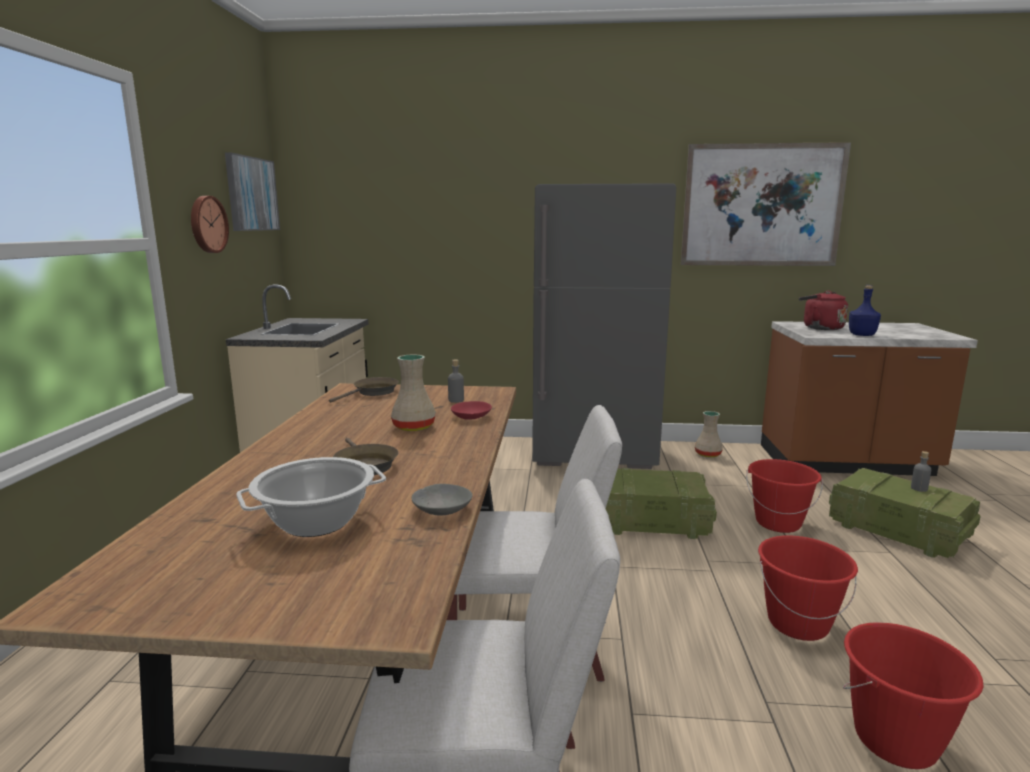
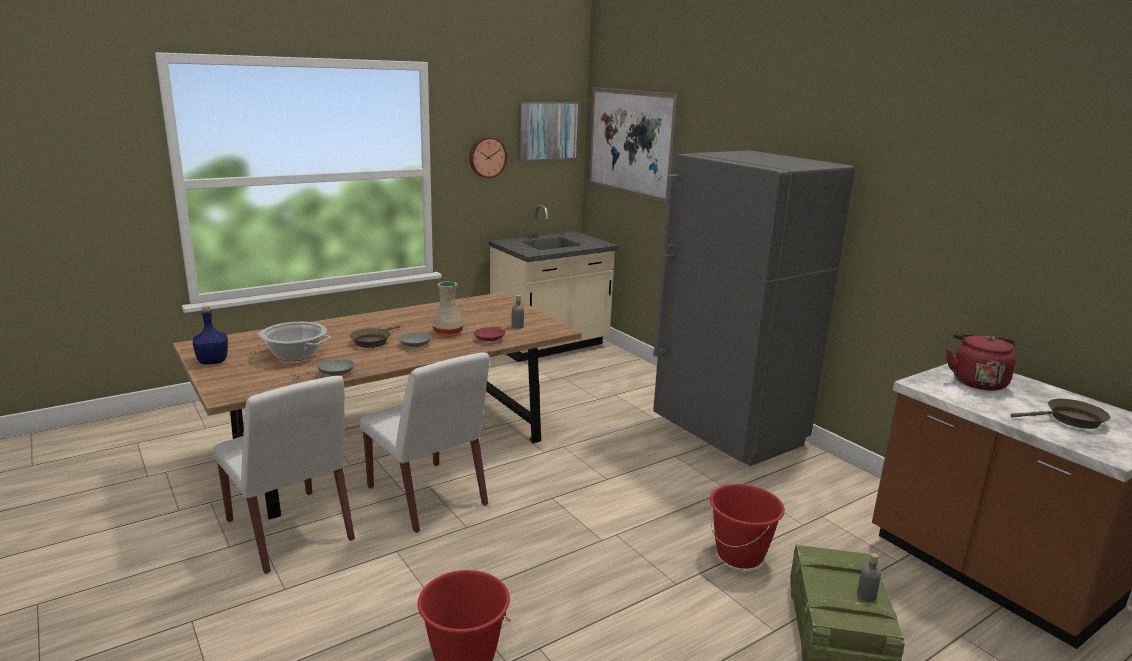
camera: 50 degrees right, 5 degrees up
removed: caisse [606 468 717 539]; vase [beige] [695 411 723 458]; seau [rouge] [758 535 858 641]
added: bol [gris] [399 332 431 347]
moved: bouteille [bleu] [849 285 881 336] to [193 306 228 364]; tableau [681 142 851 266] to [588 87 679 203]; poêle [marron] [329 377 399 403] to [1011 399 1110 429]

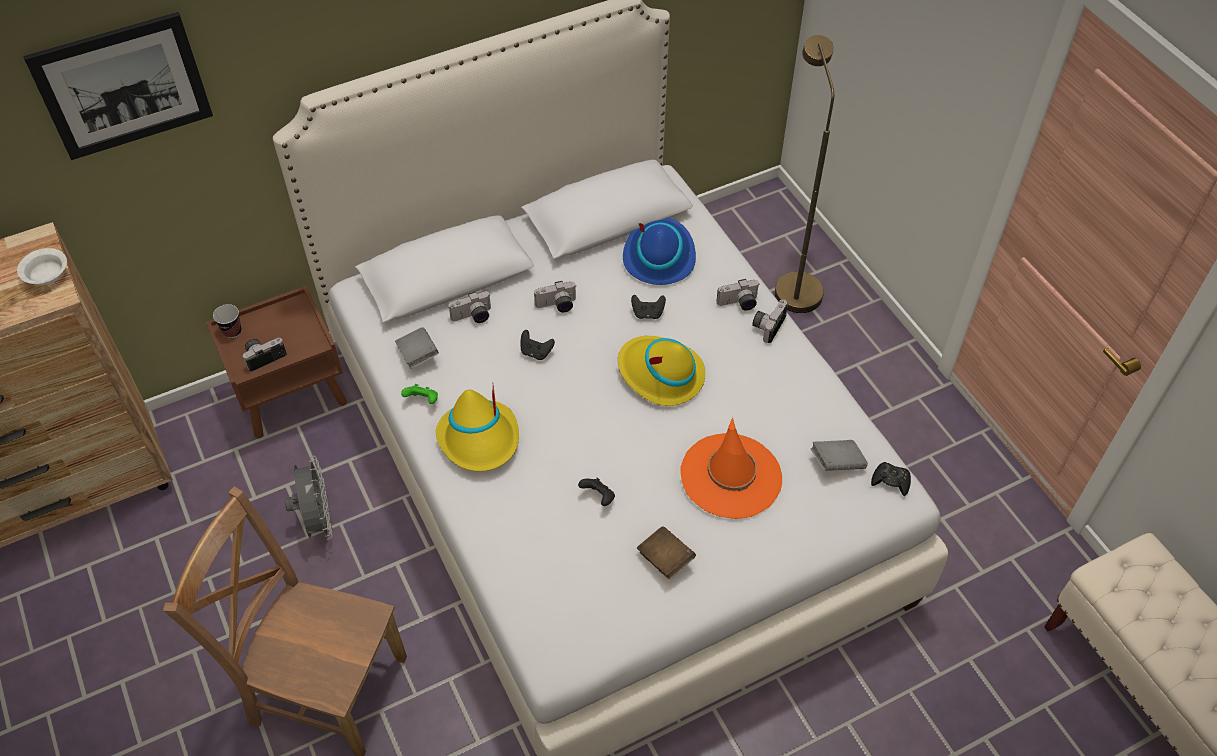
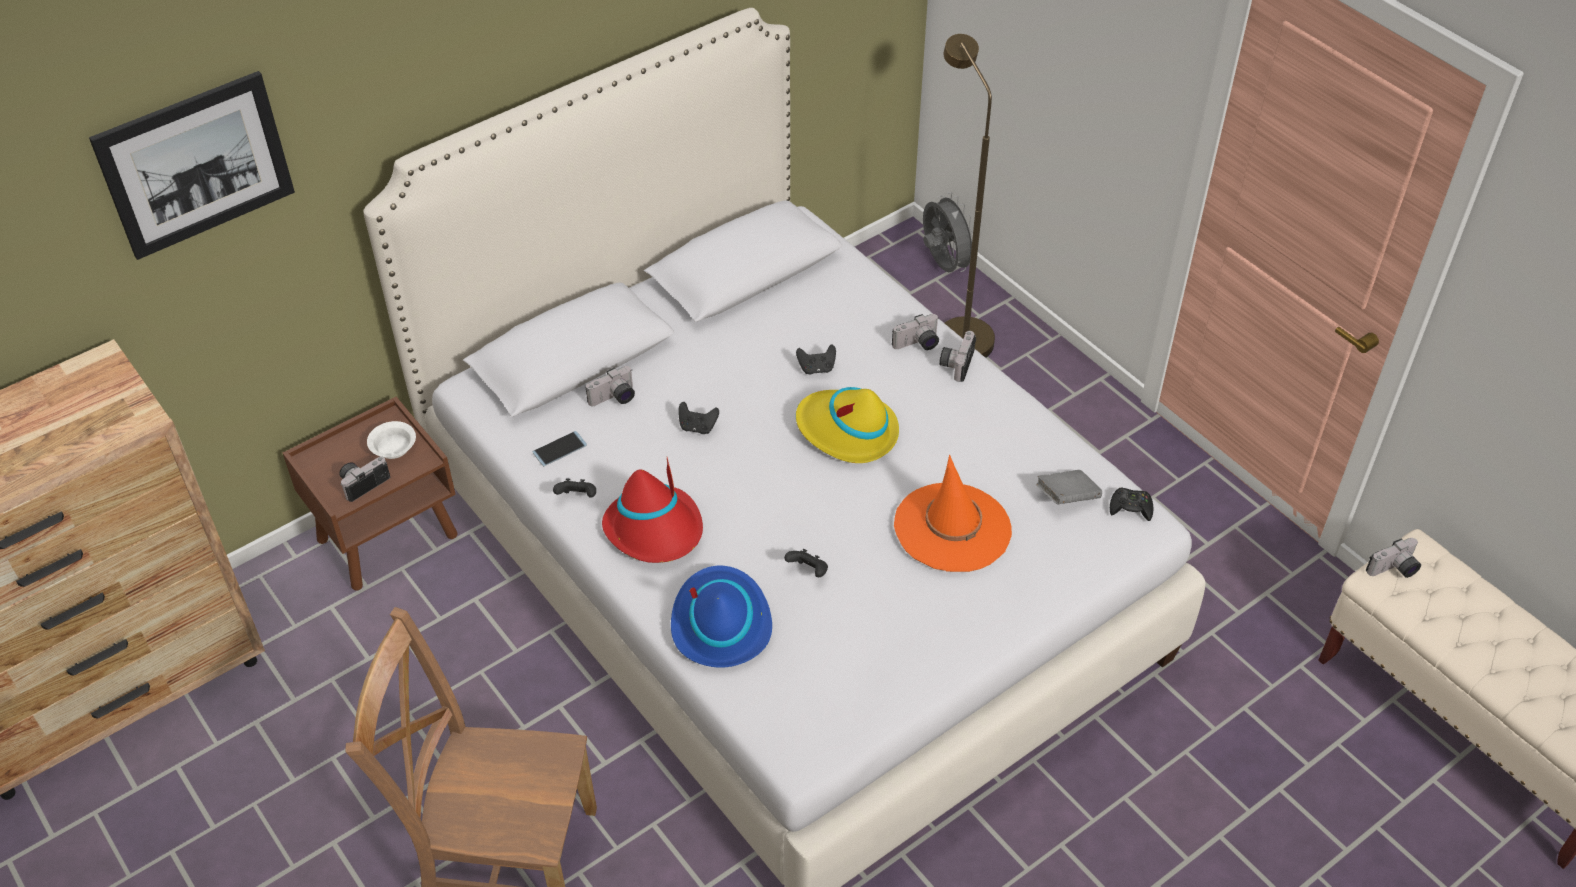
camera: 10 degrees left, 5 degrees down
removed: tasse [213 304 242 338]; livre [marron] [637 526 696 580]
moved: bol [blanc] [17 248 67 286] to [367 421 416 459]; chapeau [bleu] [623 217 696 285] to [671 566 772 668]; ventilateur [gris] [284 456 333 540] to [923 192 979 272]; appareil photo [534 281 576 312] to [1366 538 1421 578]
replaced: livre [gris] [395 328 439 369] to téléphone [533 431 587 467]
recoloured: manette [vert] [401 384 438 404] to manette [noir] [553 478 596 498]; chapeau [jaune] [436 385 519 471] to chapeau [rouge] [602 457 703 563]

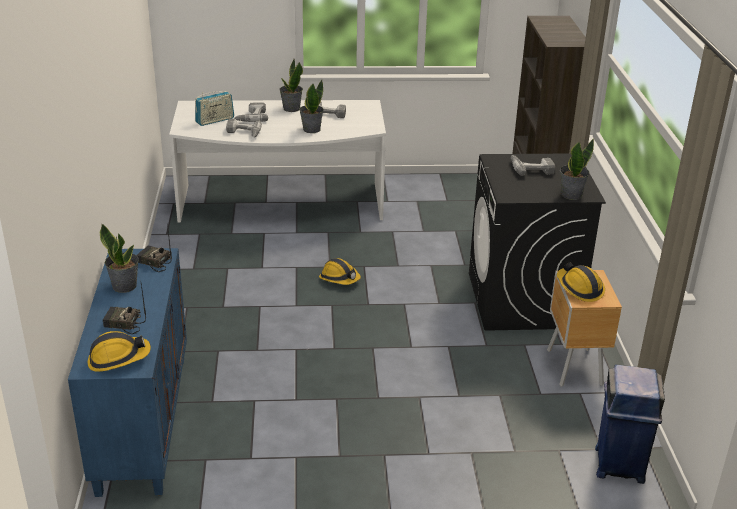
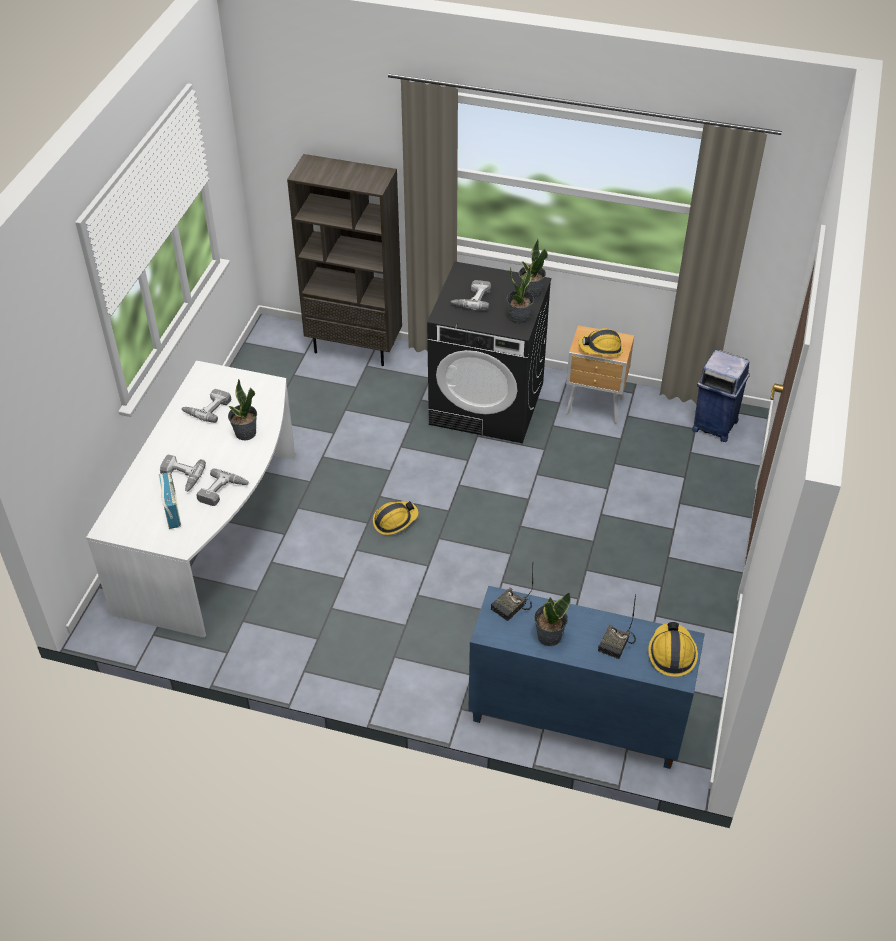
camera: 70 degrees left, 15 degrees up
moved: plante en pot [279 59 303 112] to [507 265 534 324]

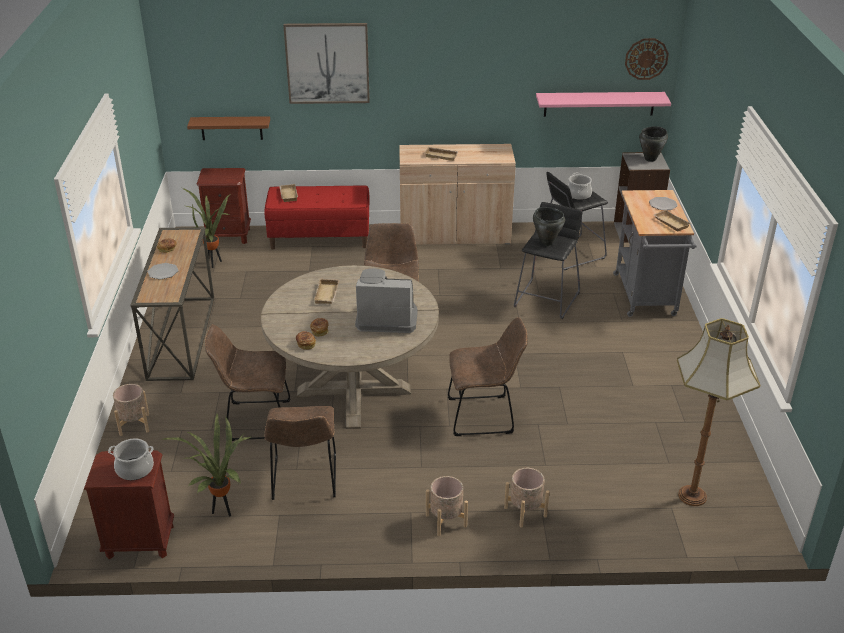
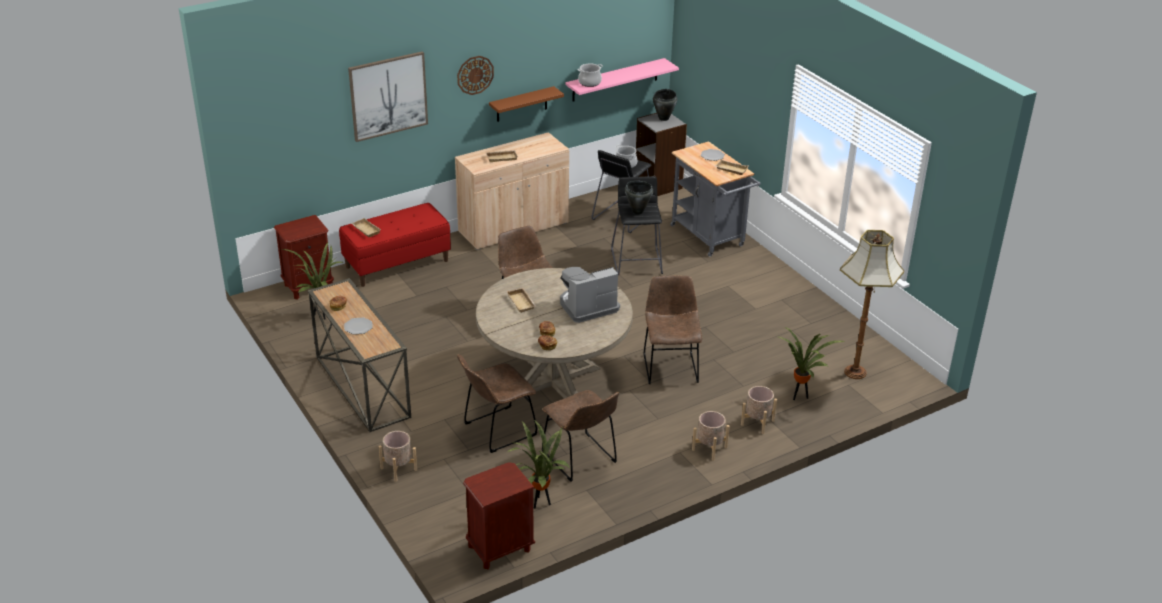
camera: 30 degrees left, 0 degrees up
added: plante en pot [776 327 846 400]
moved: horloge murale [625 38 669 80] to [457 56 494 95]; étagère [marron] [187 116 270 140] to [489 86 564 122]; marmite [108 438 154 480] to [578 64 603 87]
turned: chaise [marron] [448 317 528 436] = [643 275 702 384] 60 degrees counterclockwise

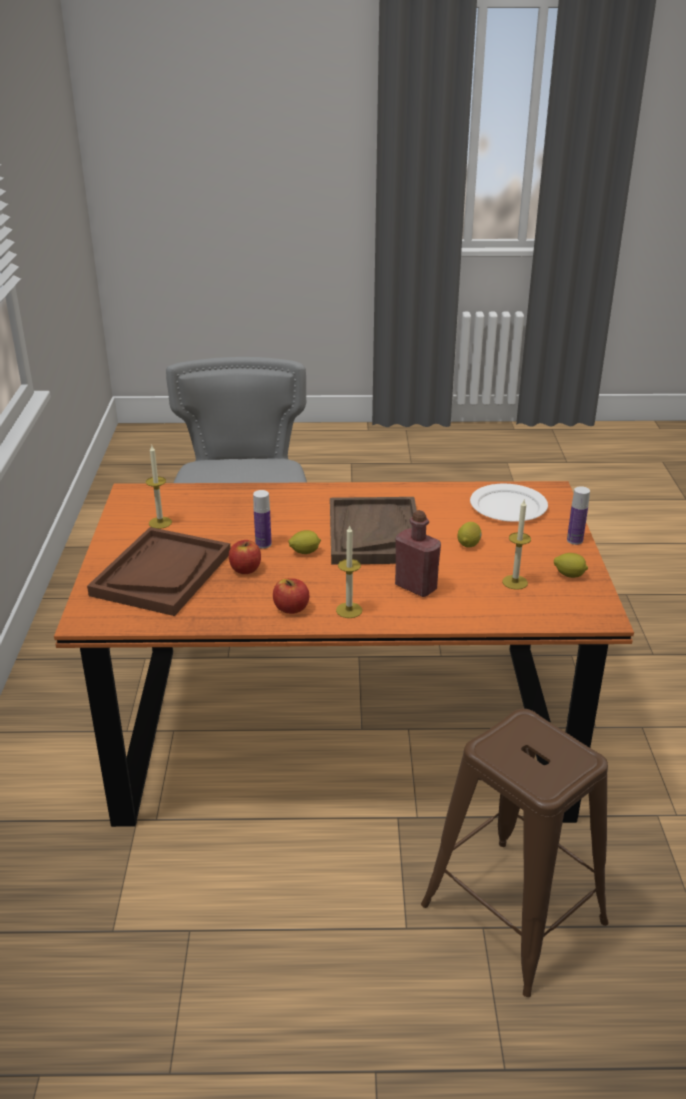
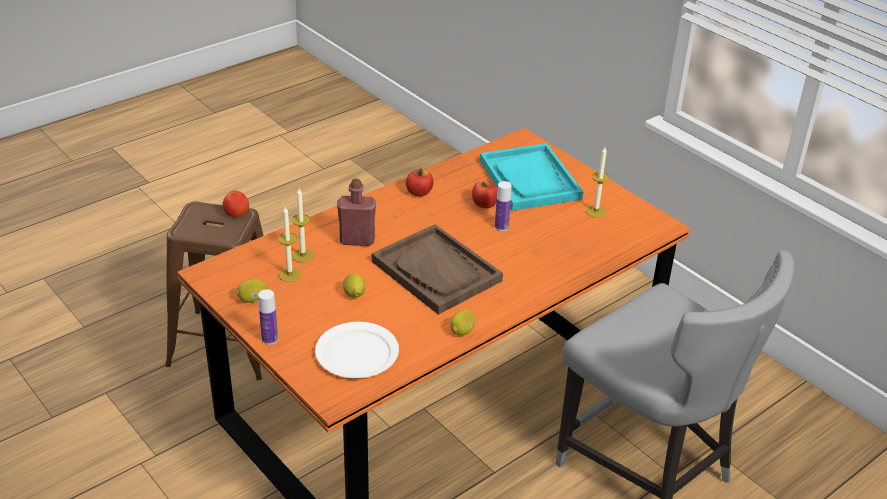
camera: 140 degrees right, 5 degrees up
added: pomme [223 191 249 218]
moved: bougie [336 525 362 618] to [291 189 314 263]; citron [288 530 321 554] to [450 310 475 336]
recoloured: plateau [marron] [87 527 230 616] to plateau [turquoise] [480 143 583 211]

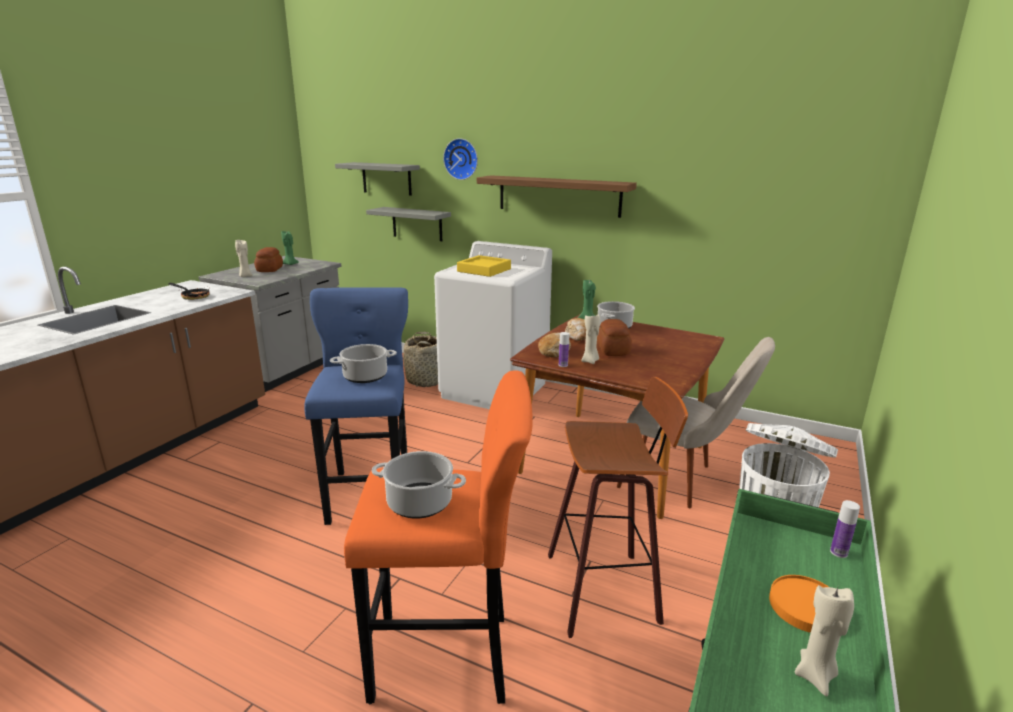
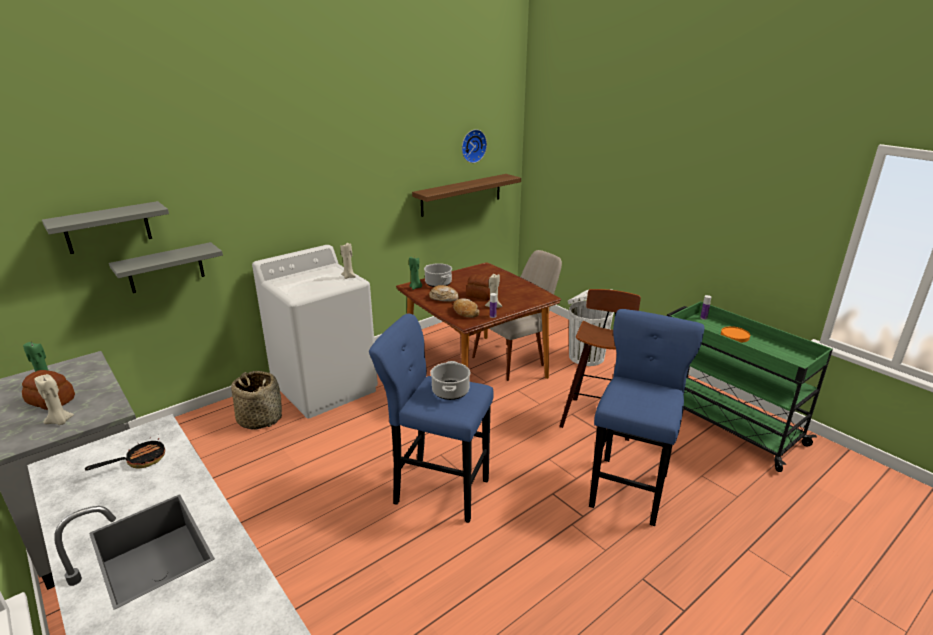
camera: 65 degrees left, 5 degrees up
removed: marmite [372 451 466 519]; plateau [jaune] [457 255 511 277]
moved: bougie [beige] [795 585 854 696] to [340 242 356 279]; étagère [477 175 637 218] to [412 174 521 217]; horloge murale [443 138 478 180] to [462 129 487 163]
recoloured: tabouret [orange] [344 371 533 704] to tabouret [bleu] [589 309 705 526]

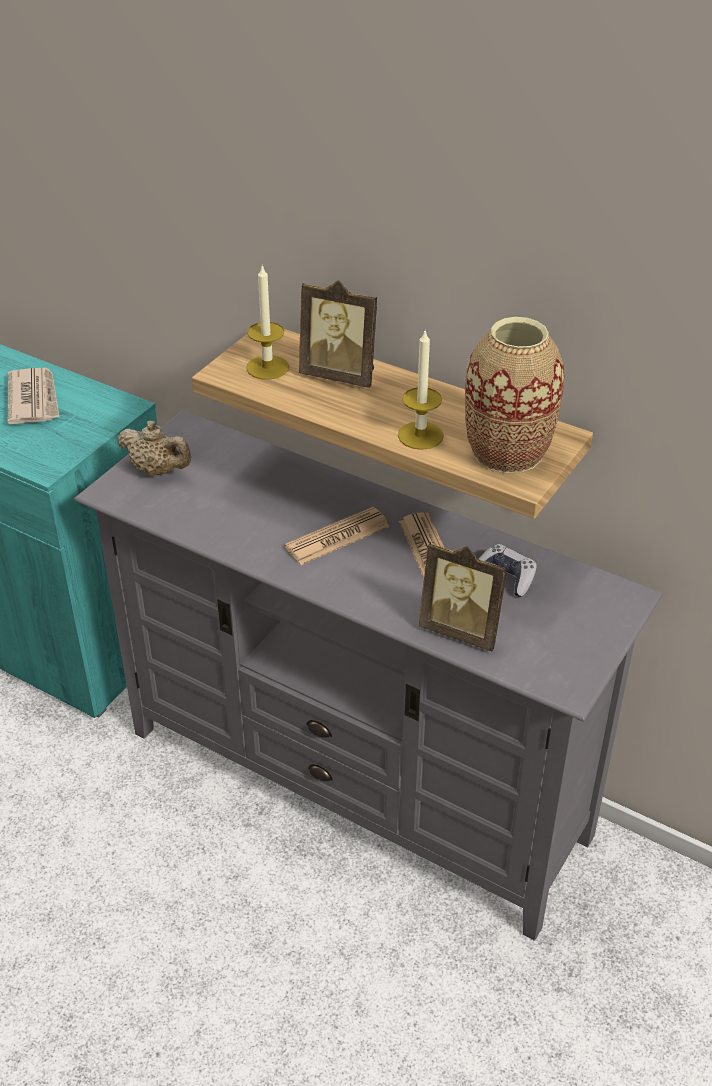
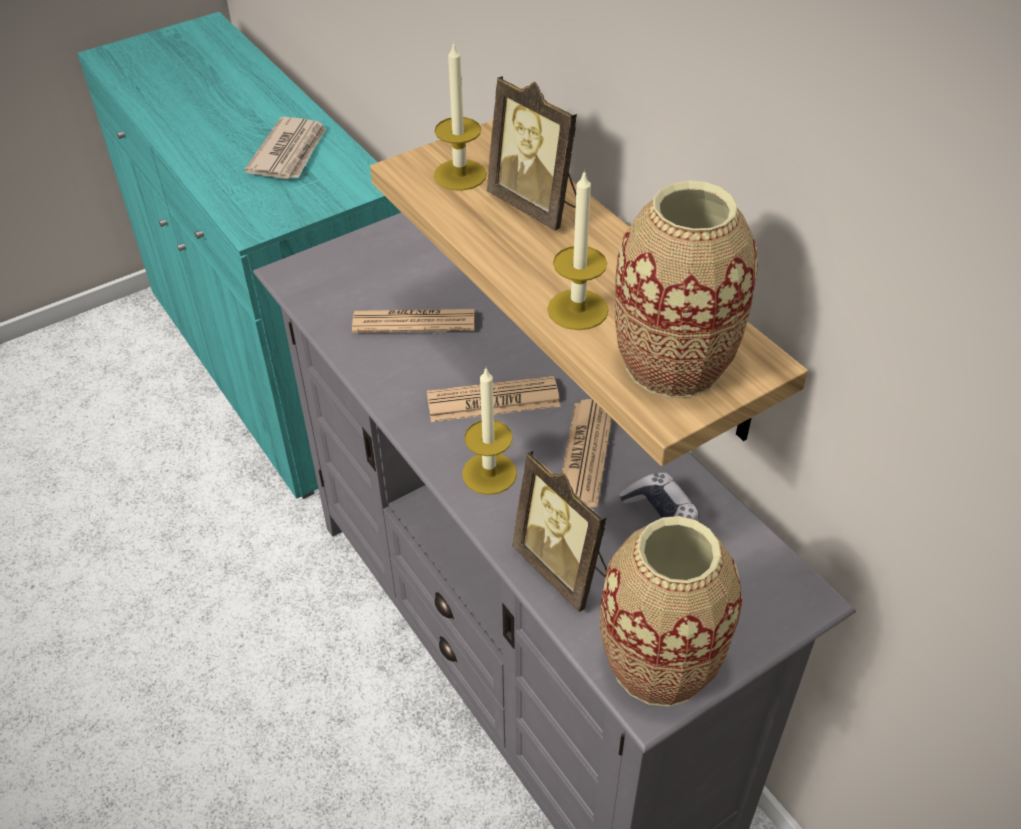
camera: 25 degrees right, 5 degrees up
removed: théière [beige] [117 421 191 475]
added: journal [352 309 474 333]; bougie [462 368 517 495]; vase [600 516 742 707]

